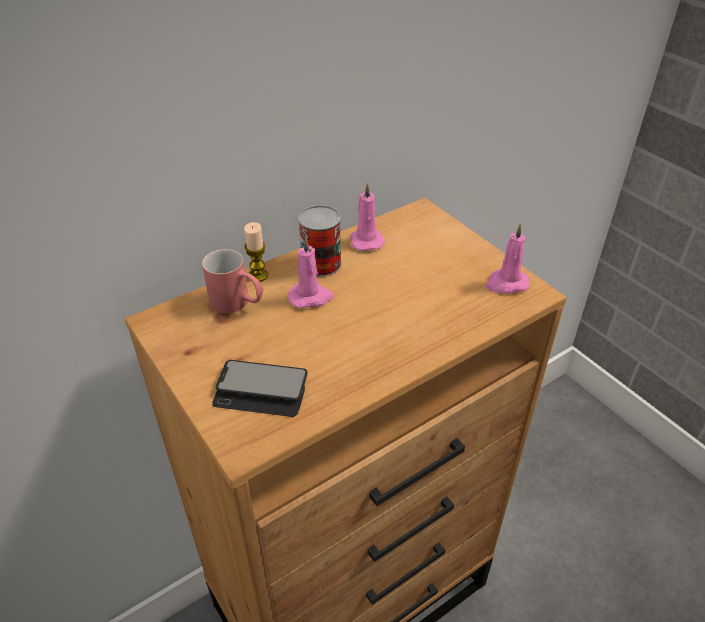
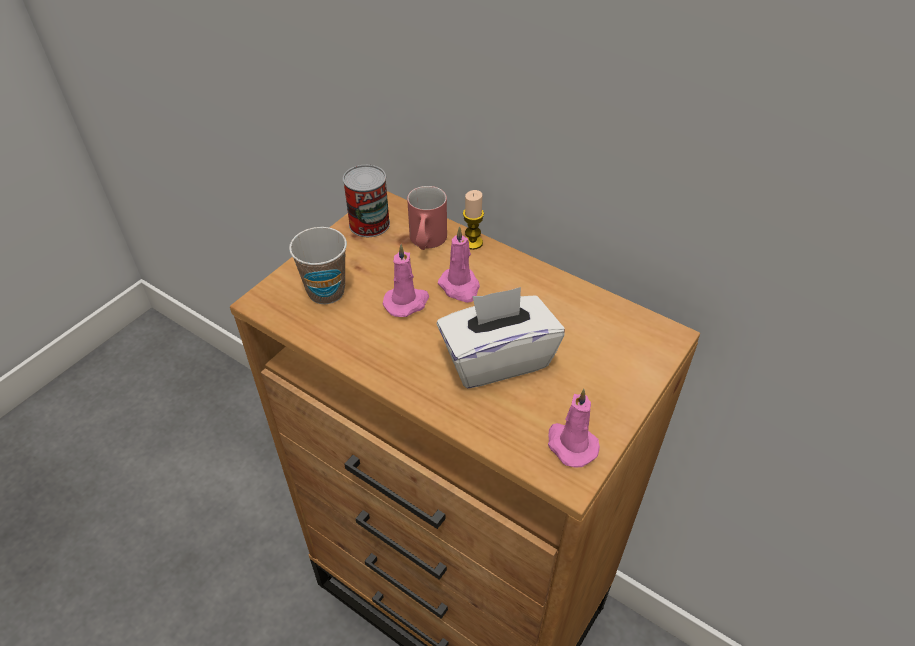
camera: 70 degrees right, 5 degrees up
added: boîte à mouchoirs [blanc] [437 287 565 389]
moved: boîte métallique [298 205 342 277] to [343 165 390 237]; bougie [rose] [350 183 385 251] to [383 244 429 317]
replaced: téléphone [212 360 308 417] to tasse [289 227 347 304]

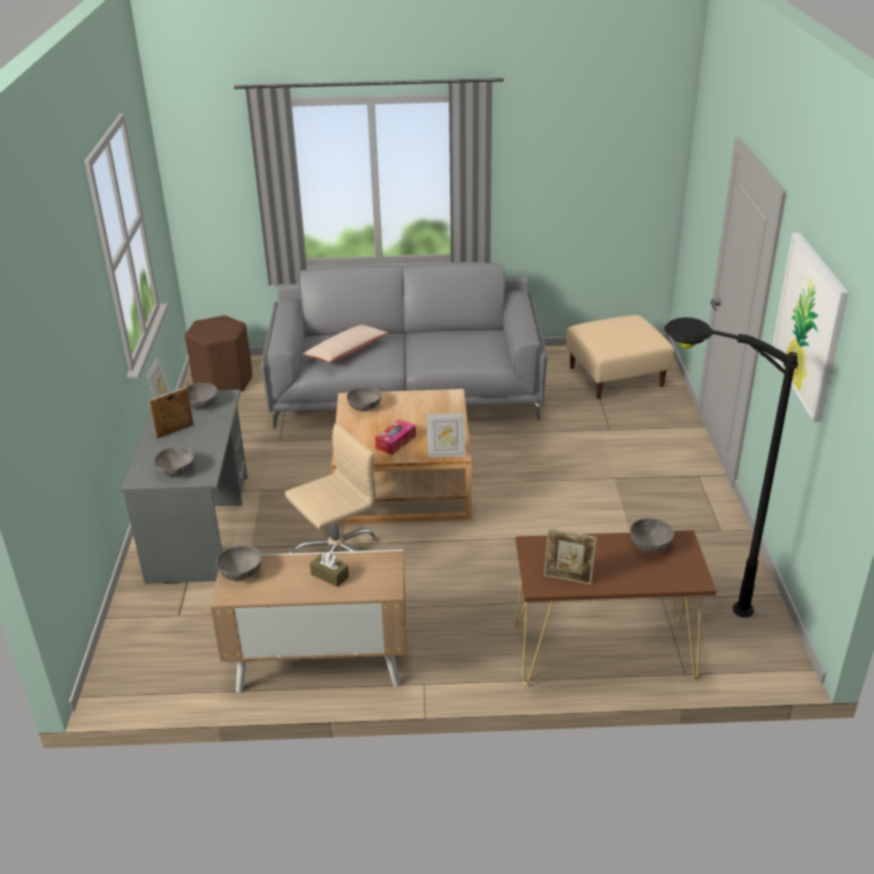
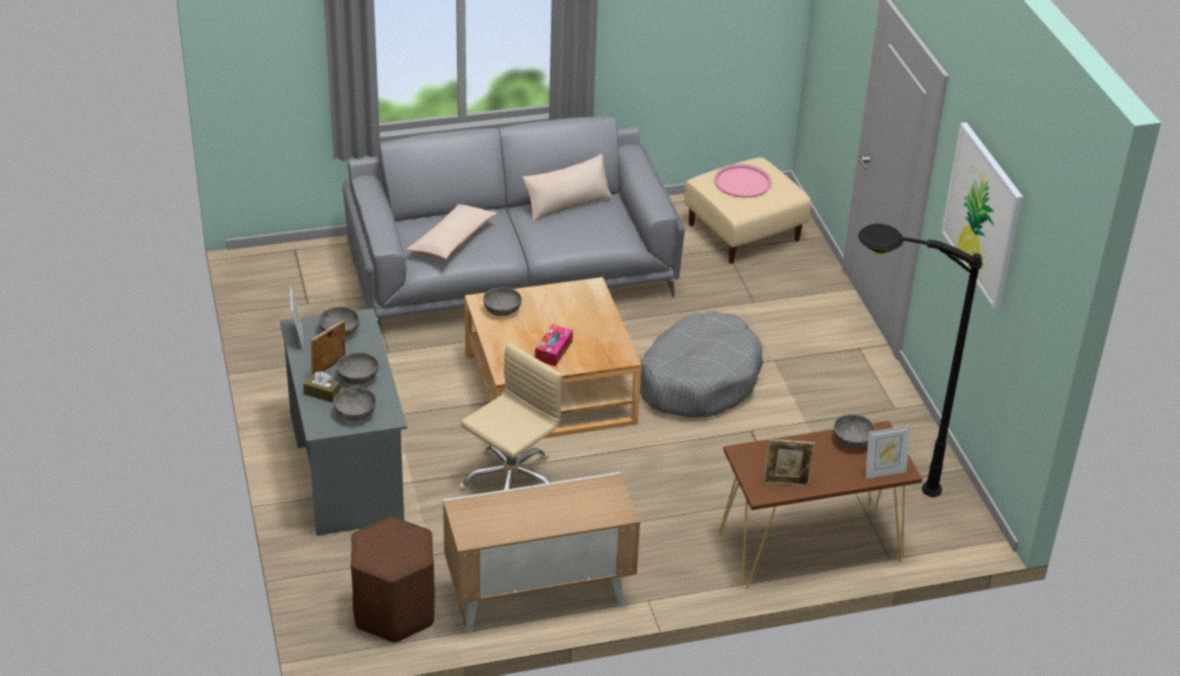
camera: 15 degrees left, 5 degrees up
added: coussin [beige] [523 154 612 222]; panier pour chien [gris] [640 311 763 418]; plateau [rose] [714 164 772 198]
moved: boîte à mouchoirs [marron] [310 552 349 587] to [303 371 340 403]; bol [gris] [216 545 262 580] to [336 352 379 385]; pouf [marron] [185 315 252 392] to [351 516 435 643]; cadre photo [426 413 465 458] to [865 426 910 479]

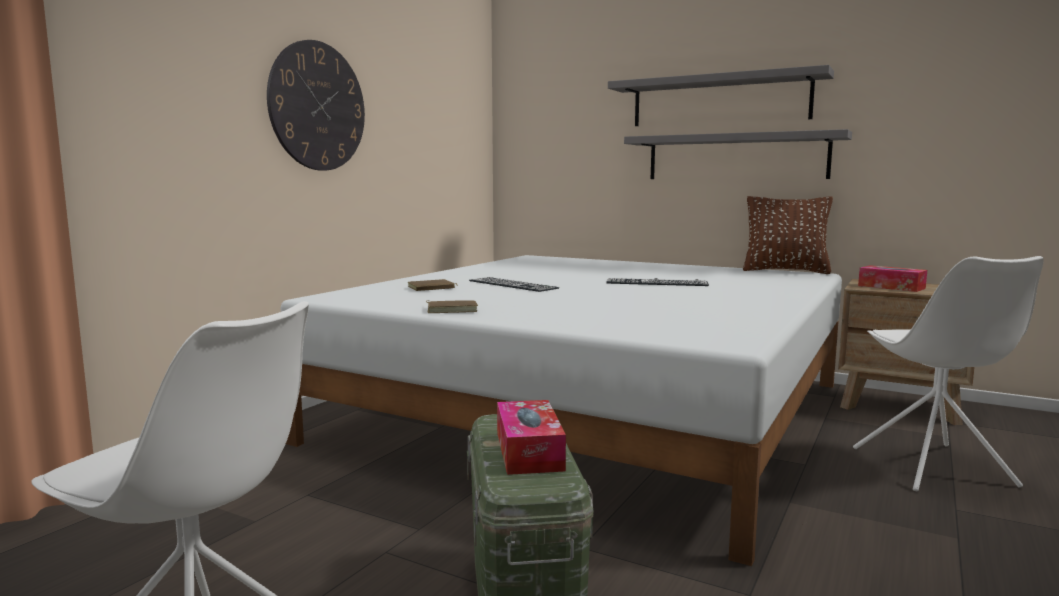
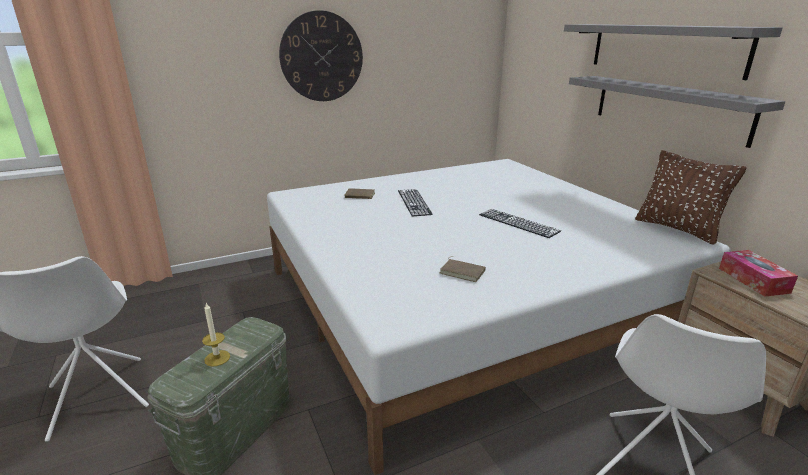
camera: 35 degrees right, 15 degrees up
moved: livre [marron] [426 300 478 313] to [440 256 486 282]
replaced: boîte à mouchoirs [497 400 566 475] to bougie [202 303 230 367]

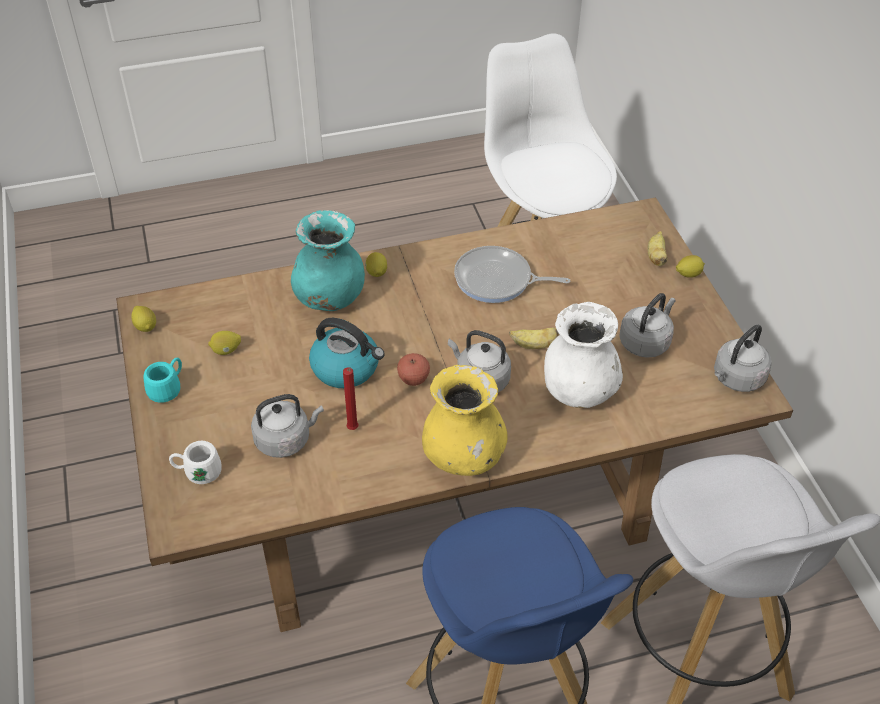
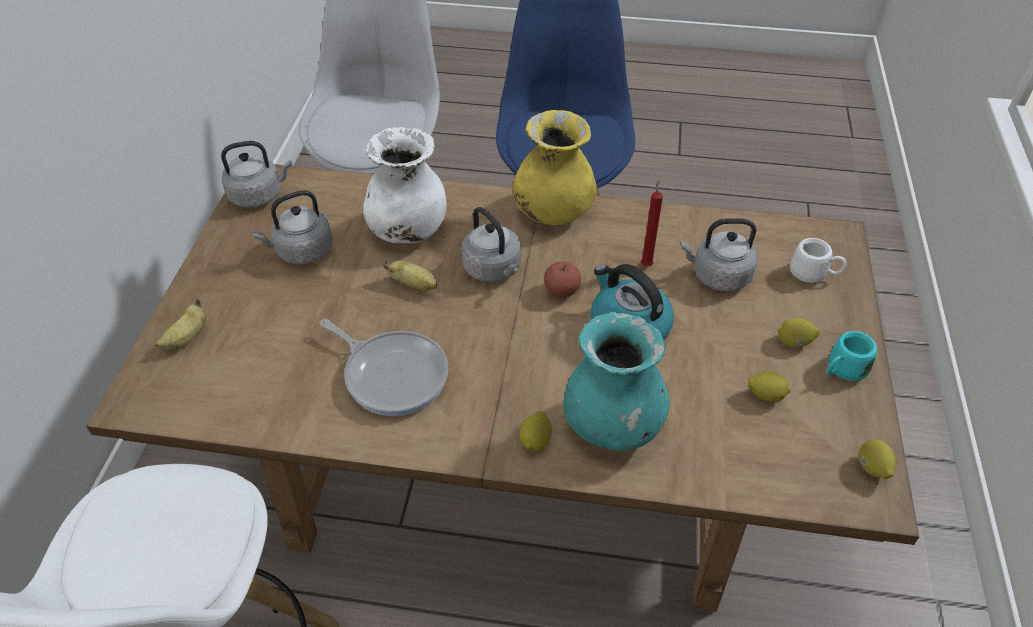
camera: 155 degrees left, 0 degrees up
moved: citron [676 255 705 278] to [777 318 820 347]

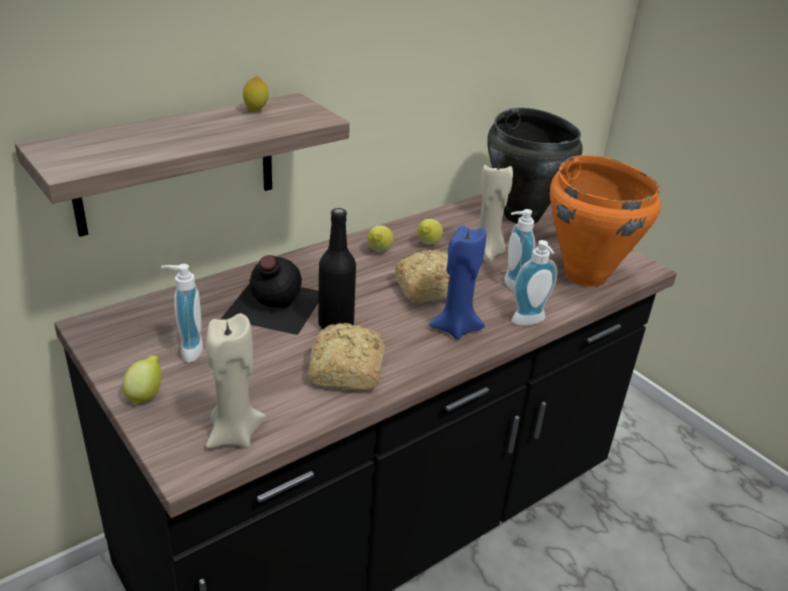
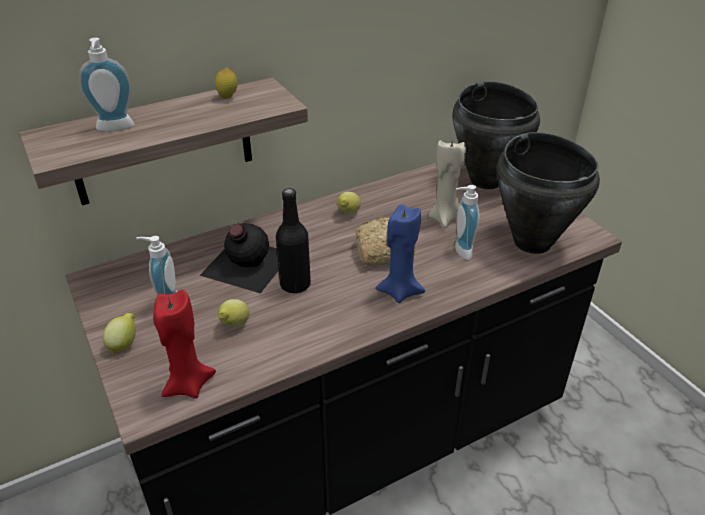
camera: 10 degrees right, 5 degrees up
removed: pain [309 323 385 390]
moved: distributeur de savon [512 240 558 325] to [78 38 134 132]; citron [417 219 443 245] to [218 299 250 327]
recoloured: bougie [beige] [206 313 266 448] to bougie [rouge] [153 290 216 399]; marmite [orange] [550 155 661 287] to marmite [noir] [497 132 600 254]

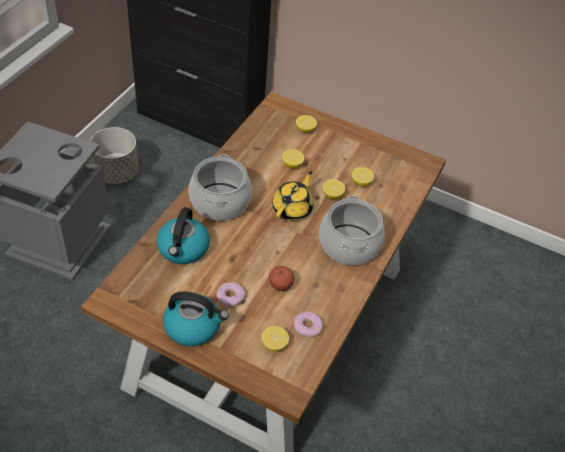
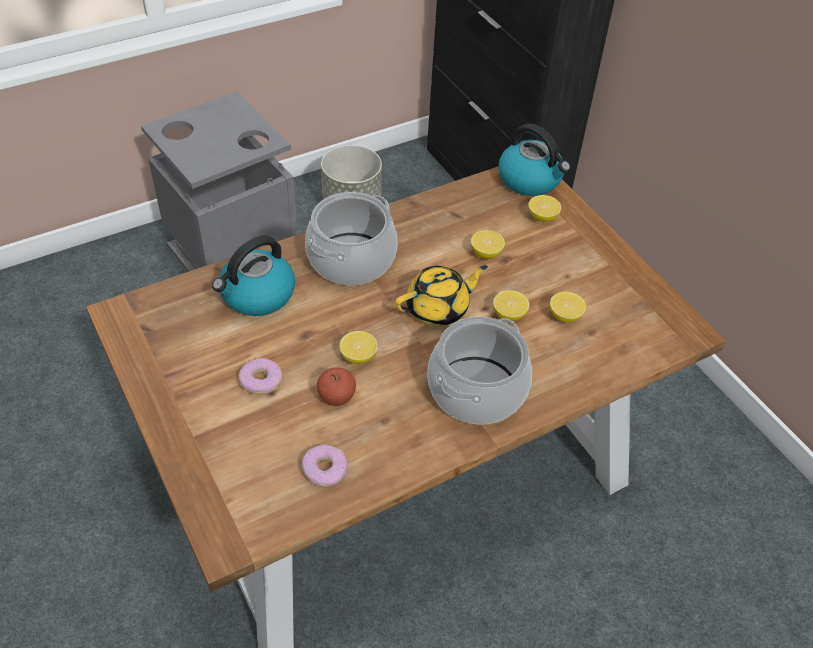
camera: 35 degrees right, 0 degrees up
moved: citron [262 326 289 352] to [339 331 378 364]; bouilloire [163 291 229 347] to [498 123 570 196]

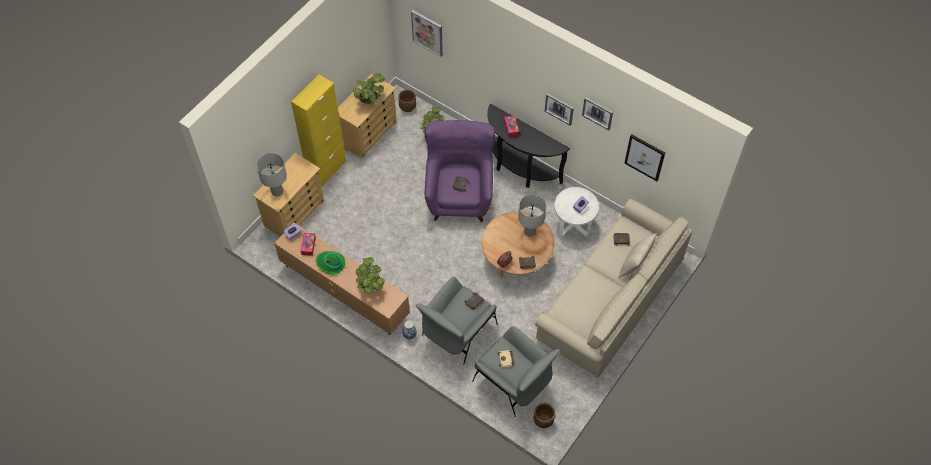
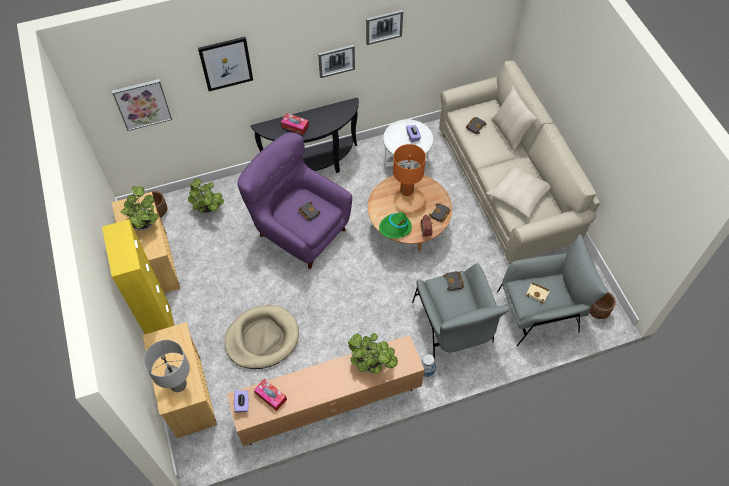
camera: 55 degrees left, 0 degrees up
added: panier pour chien [beige] [225 305 299 369]; coussin [beige] [486 162 551 218]
moved: tableau [624 134 665 181] to [198 37 253 91]; chapeau [vert] [316 251 345 275] to [379 212 412 239]
recoloured: lampe de table [gris] [518 195 546 237] to lampe de table [orange] [393 144 426 196]

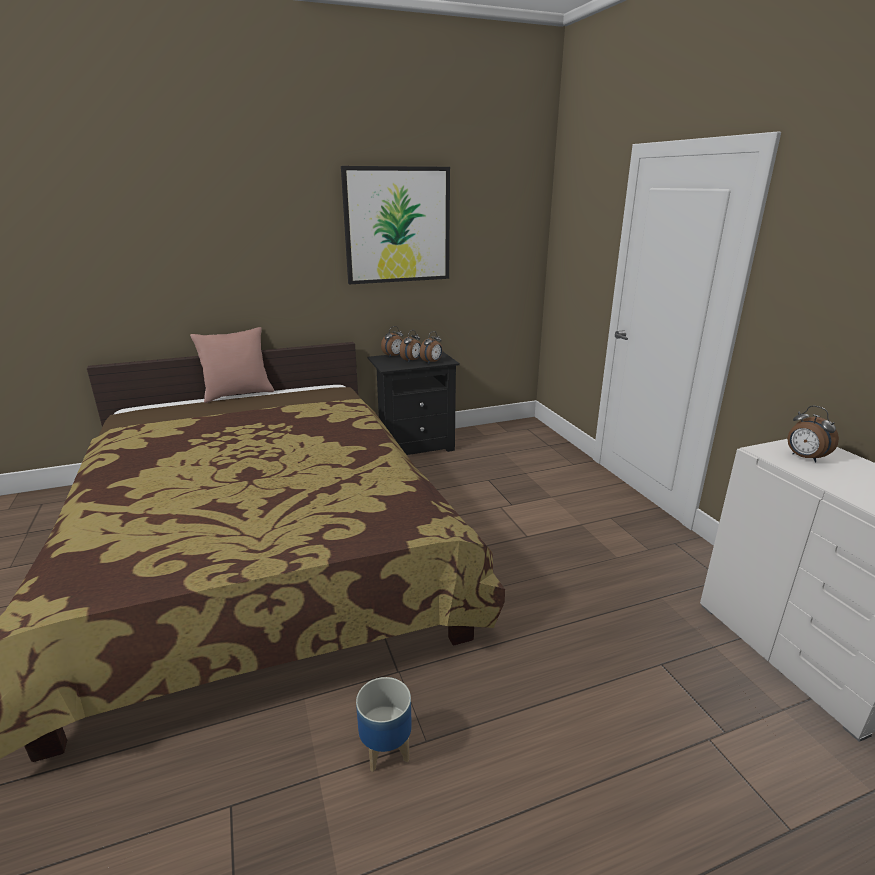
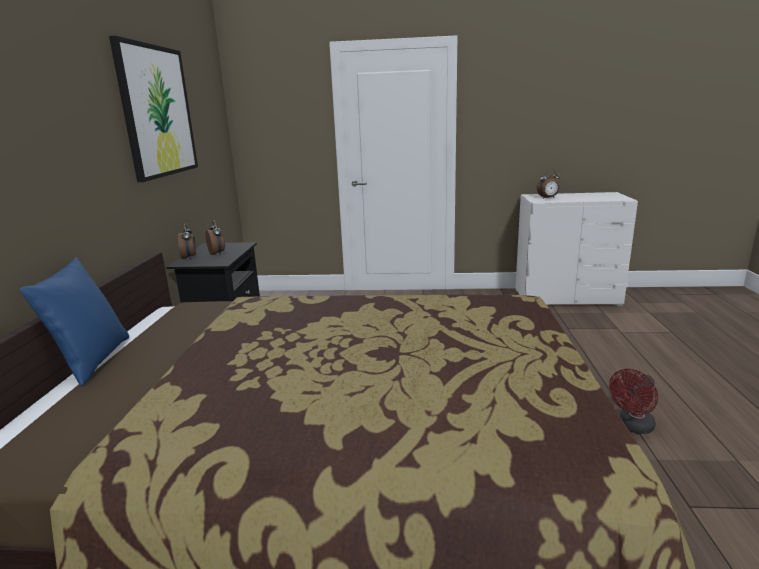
camera: 65 degrees left, 5 degrees down
removed: réveil [420 331 442 364]
replaced: cache-pot [356 677 412 772] to ventilateur [rouge] [609 369 658 434]
recoloured: coussin [rose] [190 327 274 403] to coussin [bleu] [19 258 129 386]

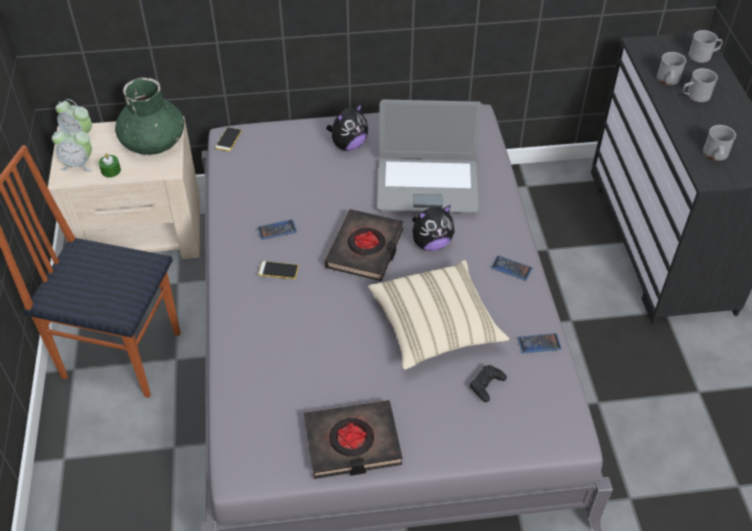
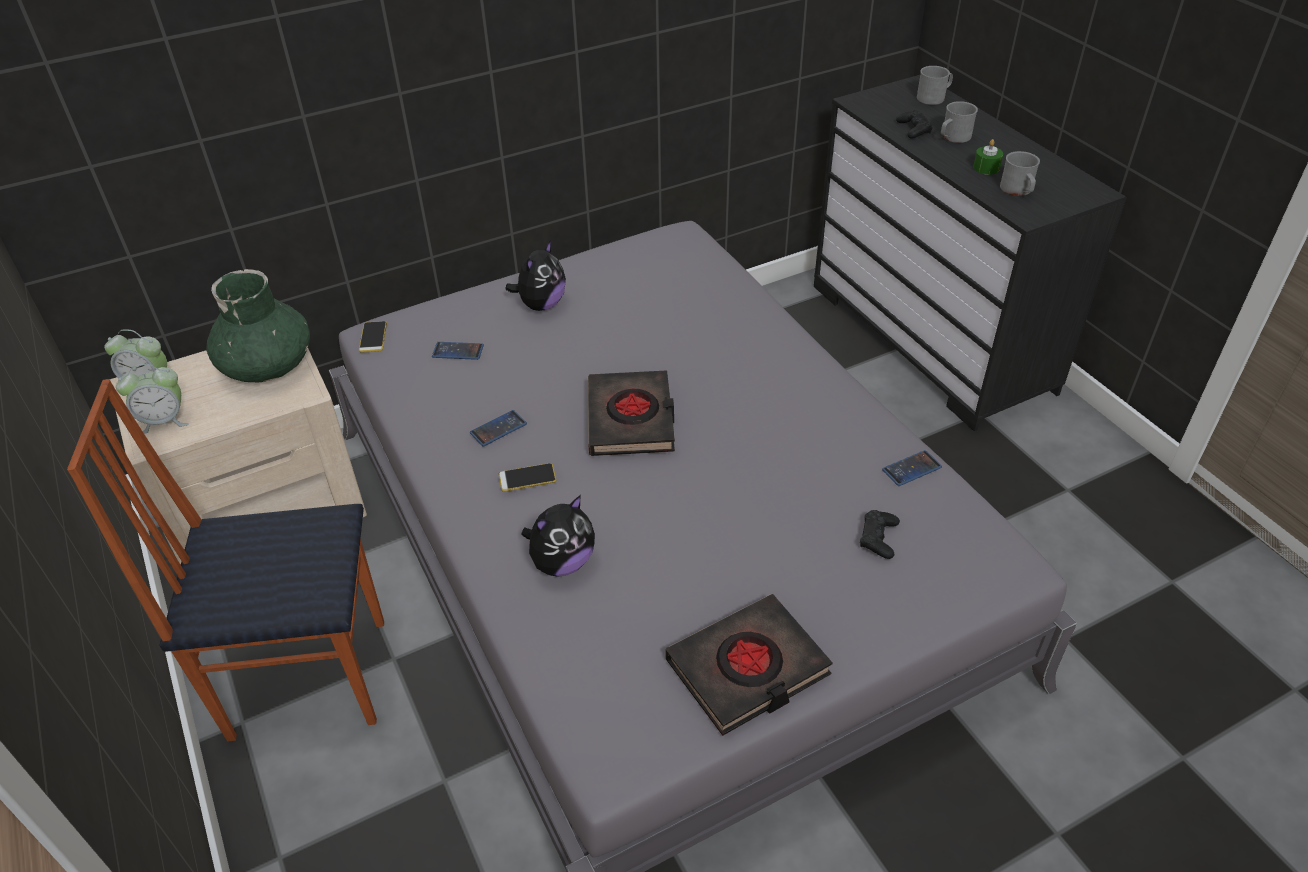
camera: 20 degrees left, 5 degrees down
removed: coussin [beige] [368 260 510 370]; ordinateur portable [377 100 482 213]
moved: téléphone [491 255 532 280] to [432 342 484 360]; peluche [412 205 455 251] to [521 495 595 577]; bougie [vert] [99 153 121 178] to [973 139 1003 175]
replaced: mug [gris] [657 52 686 85] to manette [noir] [896 110 933 139]

